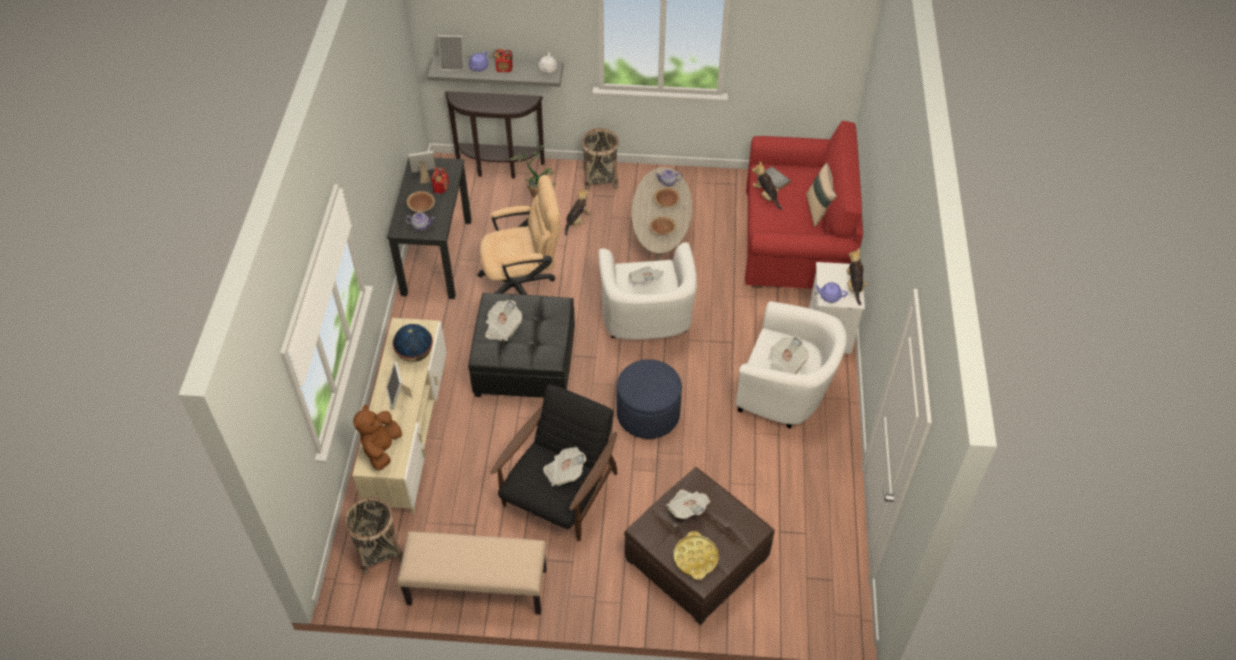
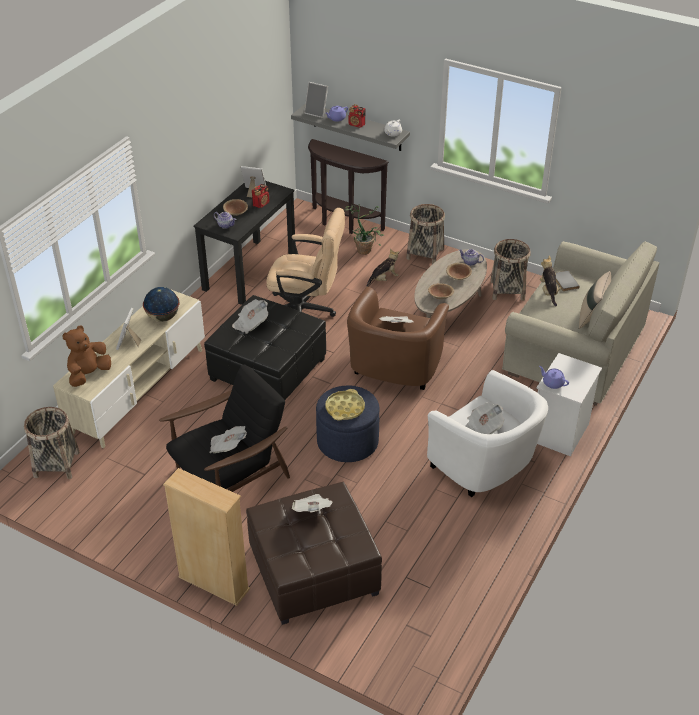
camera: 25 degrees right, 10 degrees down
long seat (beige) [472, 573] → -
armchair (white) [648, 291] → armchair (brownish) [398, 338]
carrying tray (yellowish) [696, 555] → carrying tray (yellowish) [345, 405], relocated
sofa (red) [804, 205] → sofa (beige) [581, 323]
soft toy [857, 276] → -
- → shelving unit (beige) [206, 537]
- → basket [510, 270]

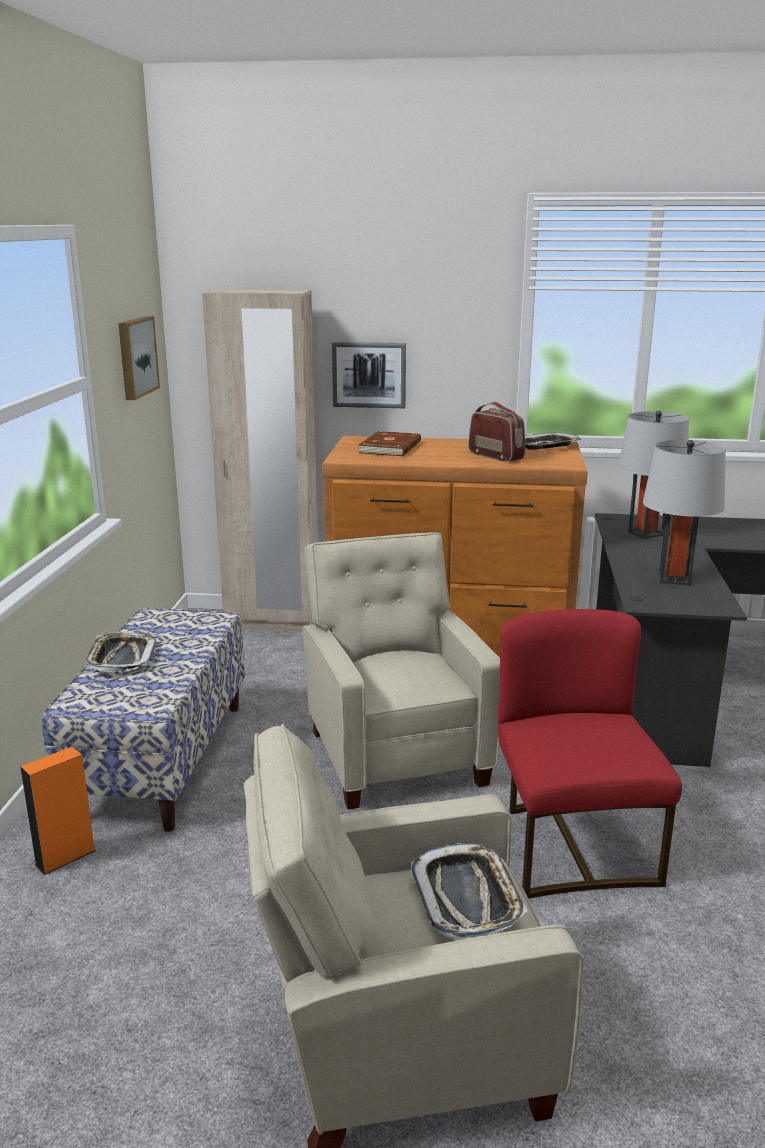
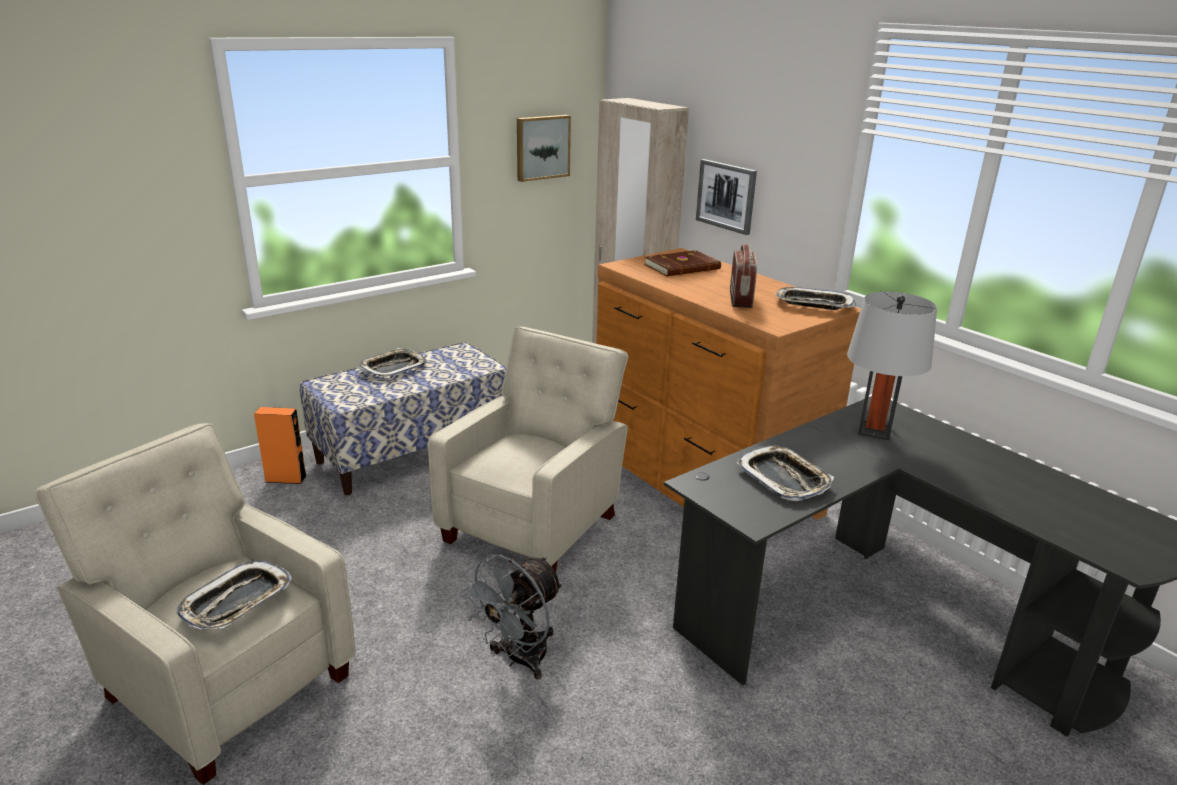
camera: 45 degrees right, 5 degrees up
chair (red) [590, 754] → electric fan (greyish) [511, 617]
tabletop lamp (greyish) [684, 512] → carrying tray [785, 473]

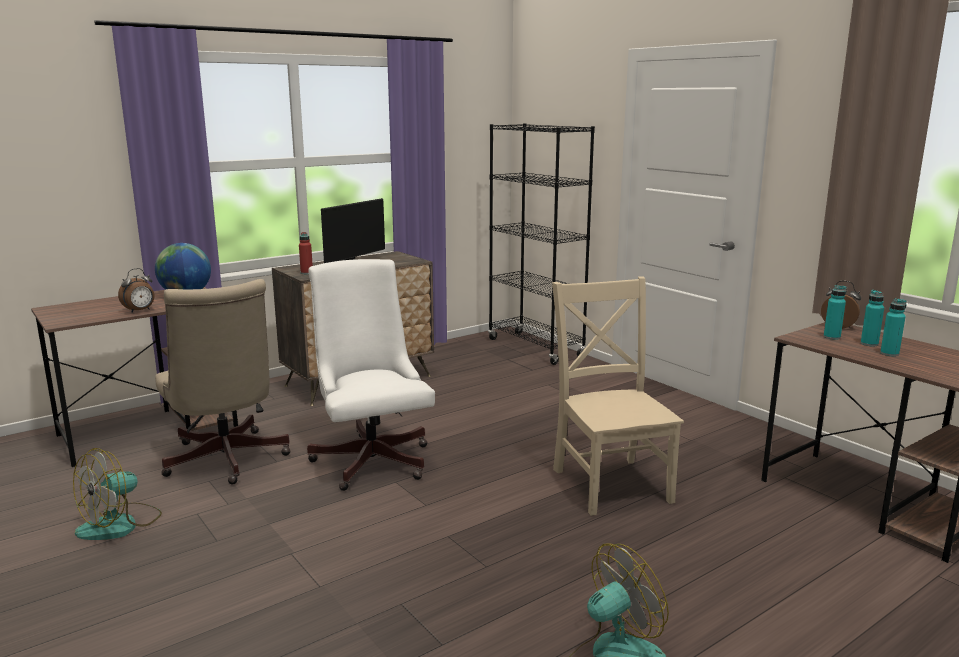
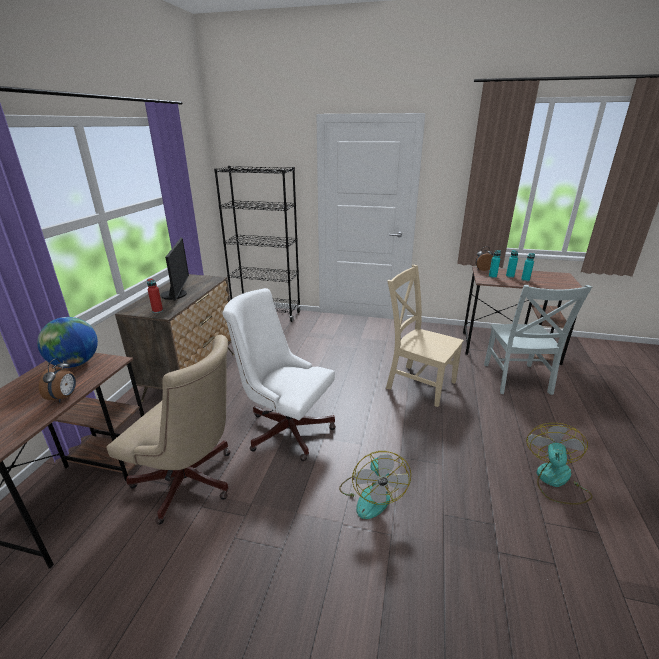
camera: 40 degrees left, 10 degrees up
electric fan [117, 494] → electric fan [375, 485], relocated
- → chair (greyish) [538, 340]

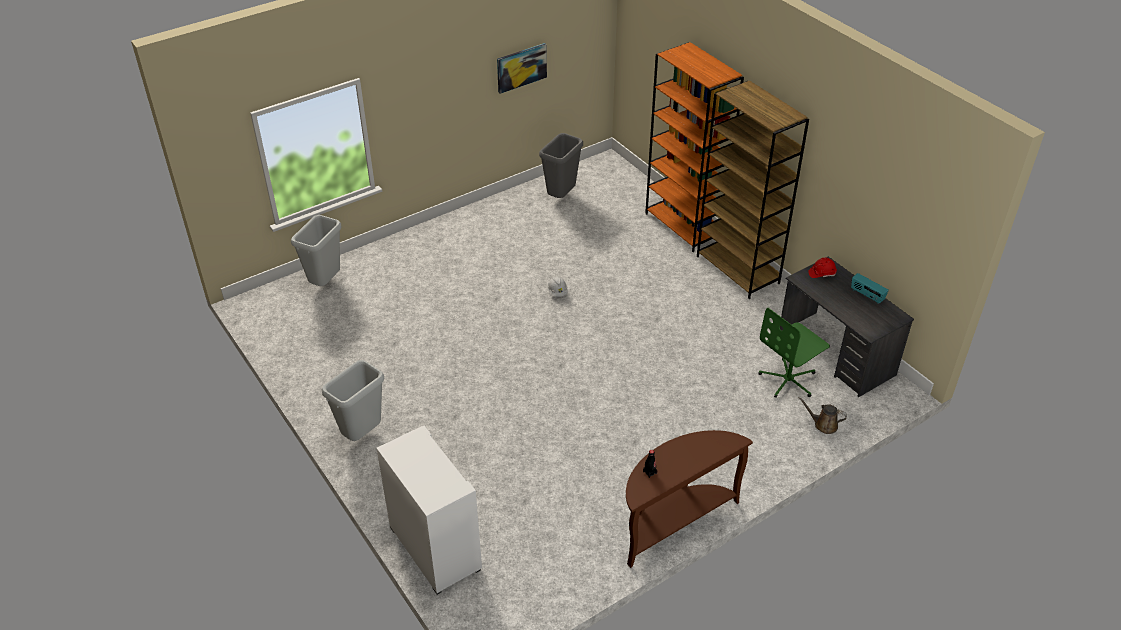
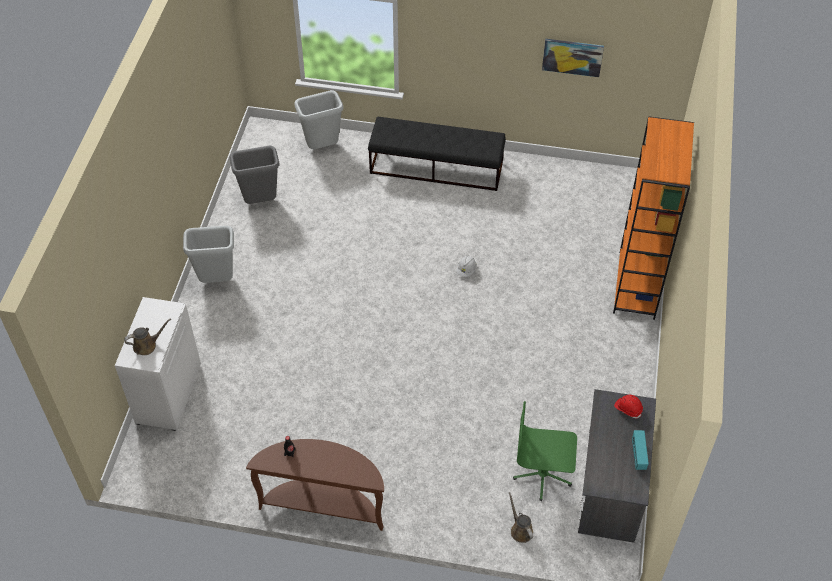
camera: 45 degrees right, 10 degrees up
trash can (greyish) [561, 165] → trash can (greyish) [254, 175], relocated
shelving unit (brownish) [753, 190] → -
- → watering pot (brownish) [147, 336]
- → long seat (blackish) [437, 154]

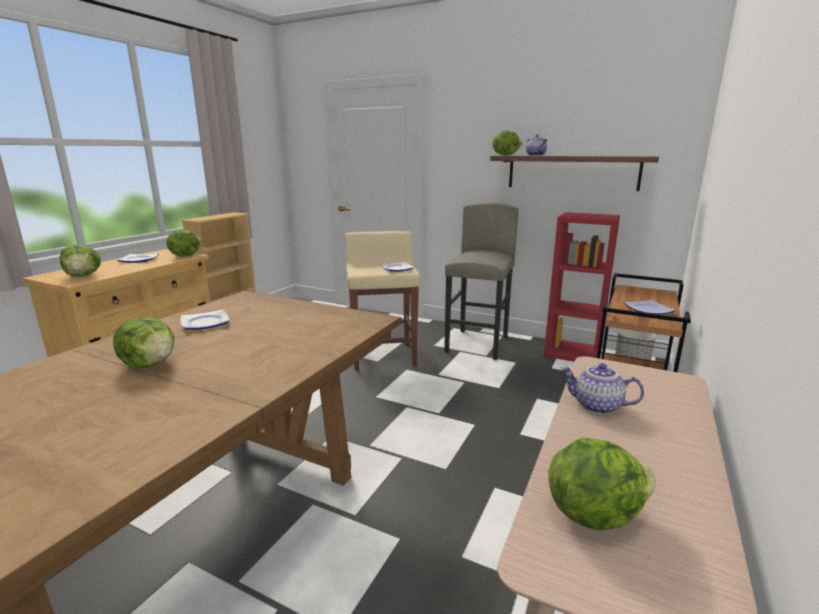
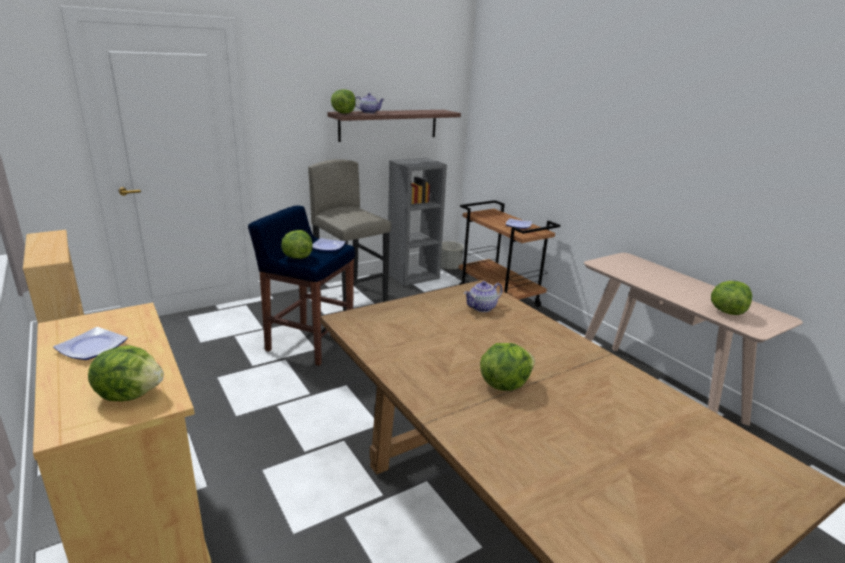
camera: 60 degrees left, 5 degrees up
lettuce head [184, 243] → lettuce head [297, 244], relocated
flat dish [205, 319] → -
sitting stool (beige) [382, 300] → sitting stool (blue-coloured) [301, 286]
shelving unit (red) [582, 287] → shelving unit (greyish) [417, 222]
pot for tea [602, 388] → pot for tea [483, 296], relocated

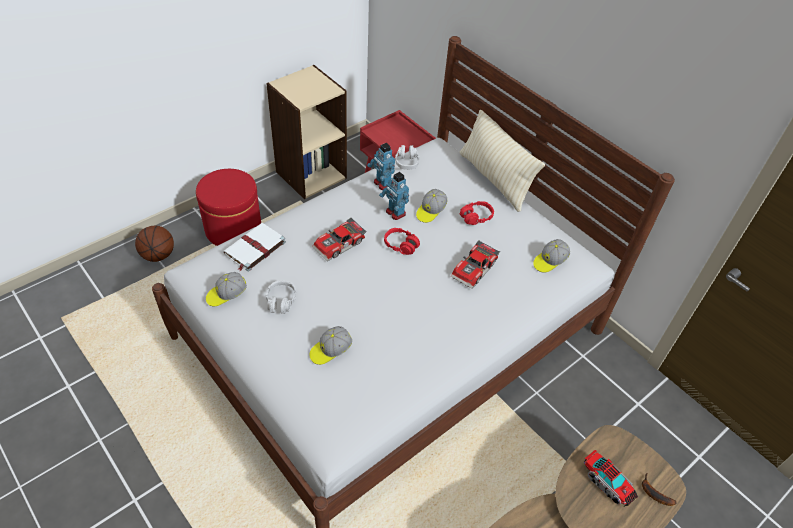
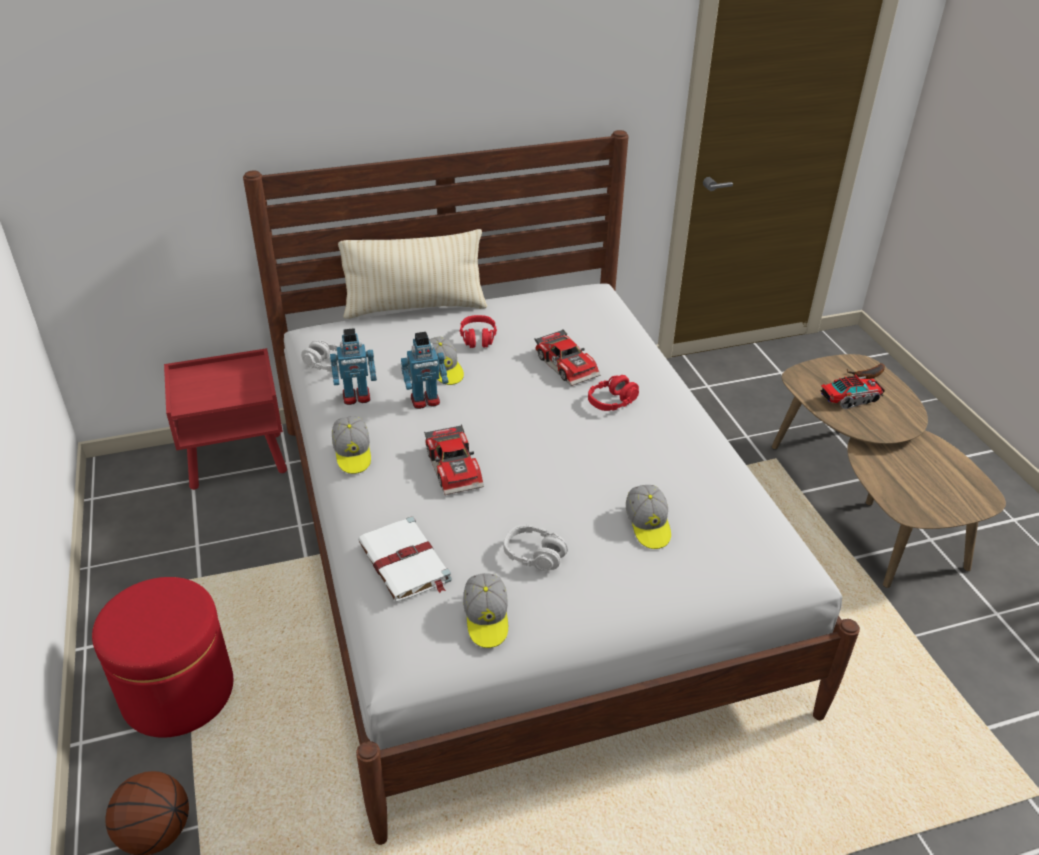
camera: 65 degrees left, 10 degrees down
shelving unit (beige) [306, 132] → -
headset (red) [402, 241] → headset (red) [613, 393], relocated
cap [551, 255] → cap [351, 445], relocated

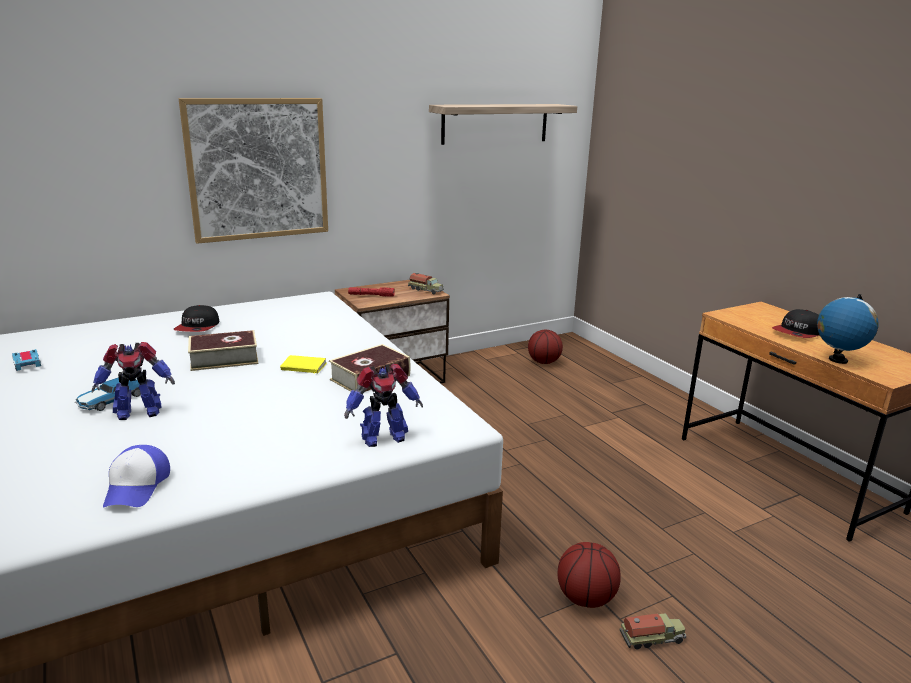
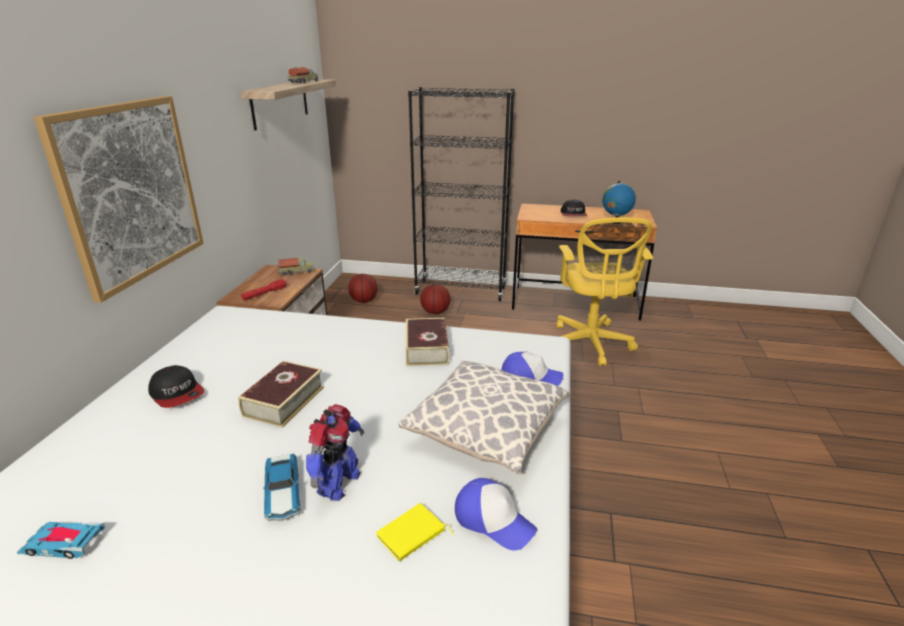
camera: 50 degrees left, 5 degrees up
volume (yellowish) [303, 364] → volume (yellowish) [415, 532], relocated
robot figure [383, 405] → cap [532, 368]
basketball [589, 575] → basketball [435, 299], relocated
toy lorry [653, 631] → toy lorry [303, 75], relocated
- → pillow [484, 417]
- → shelving unit (blackish) [461, 194]
- → desk chair (yellowish) [604, 291]

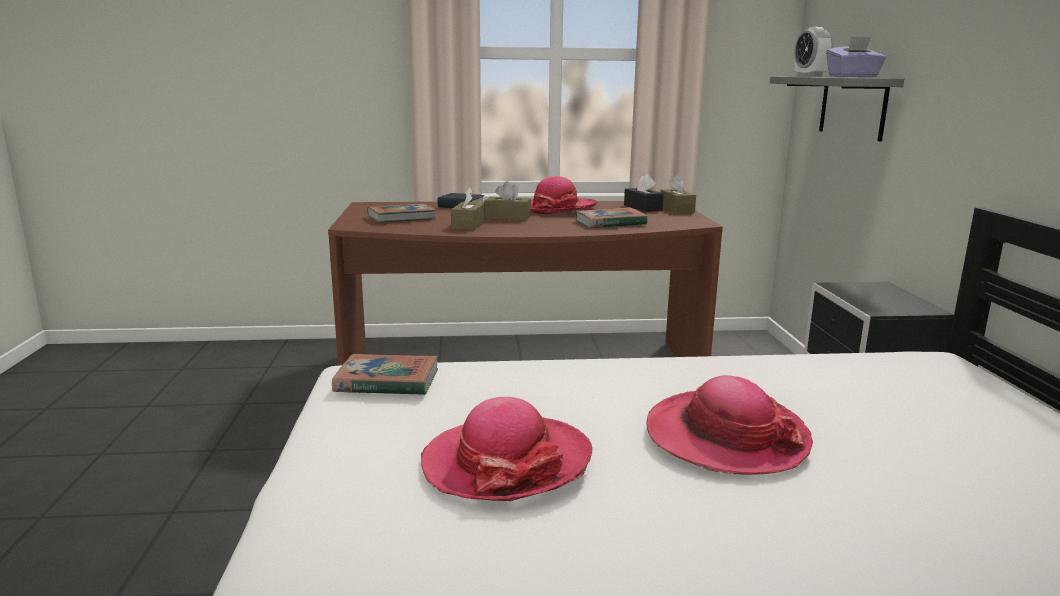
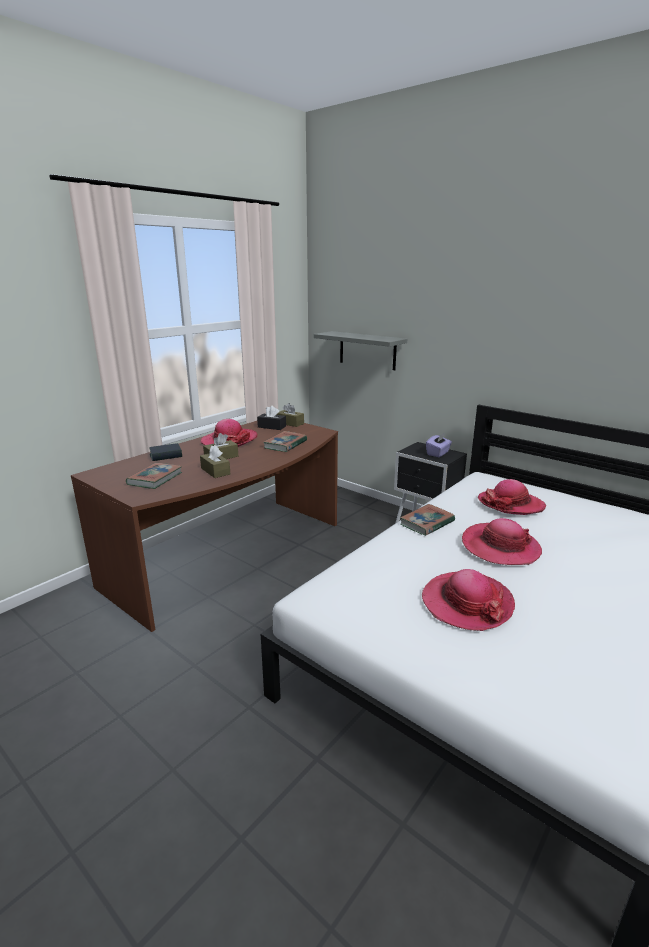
camera: 45 degrees left, 5 degrees up
volume [385, 374] → volume [427, 520], relocated
table clock [813, 52] → -
tissue box (purple) [856, 56] → tissue box (purple) [439, 445], relocated
- → hat [512, 497]

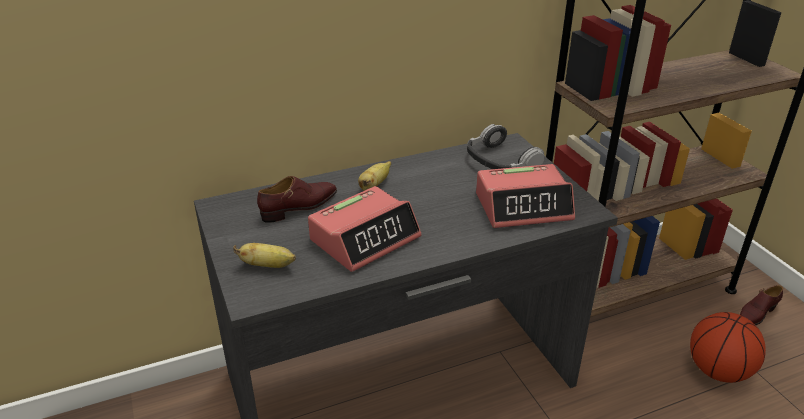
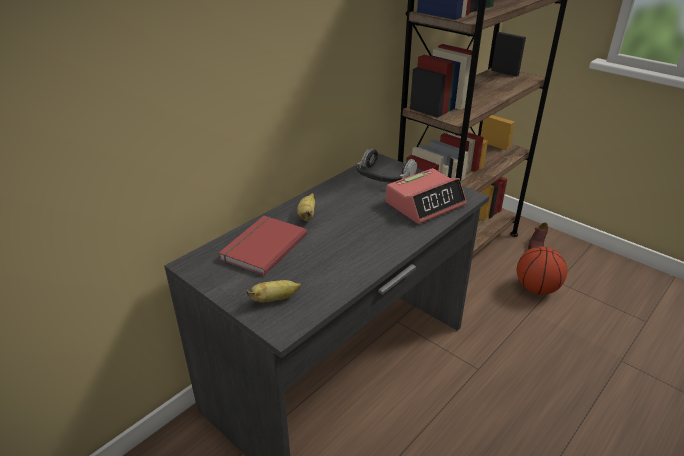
camera: 25 degrees left, 0 degrees up
shoe (brownish) [297, 199] → volume (red) [263, 246]
table clock [365, 229] → -

